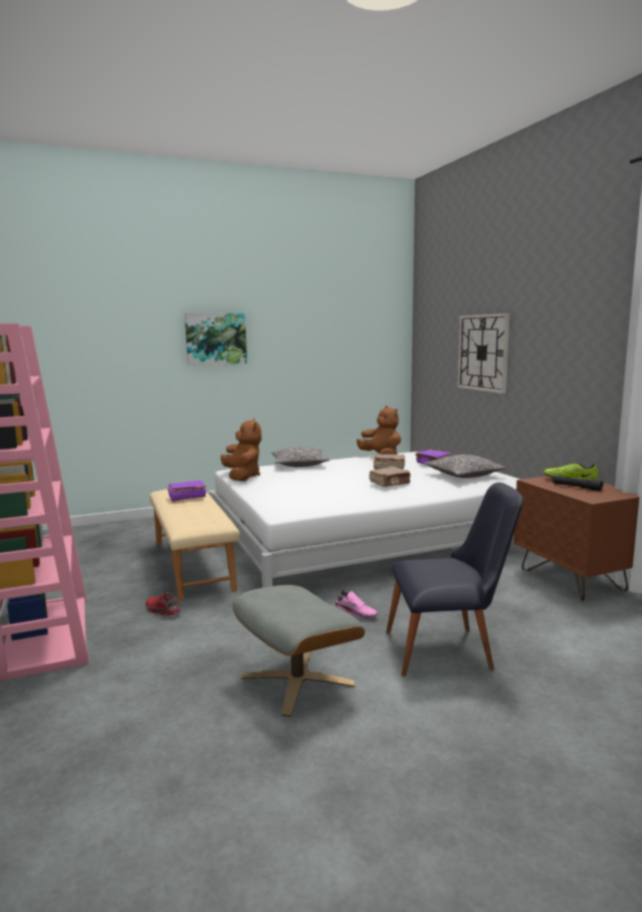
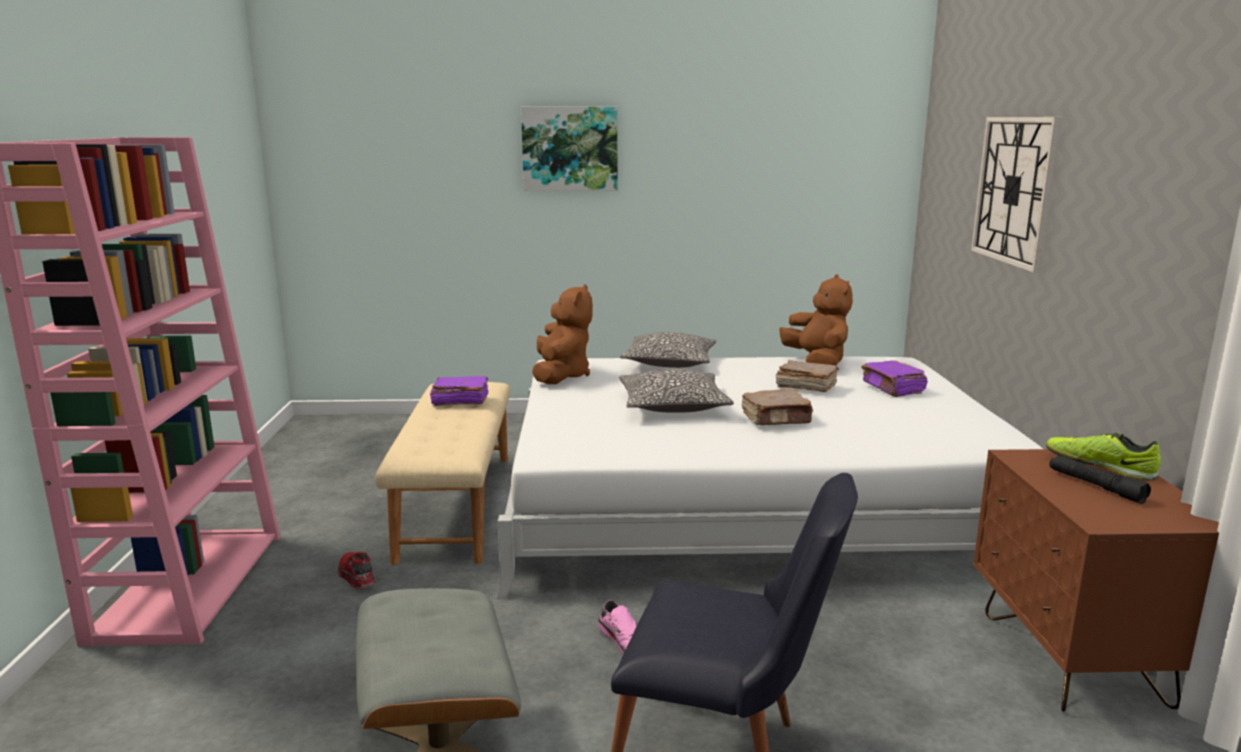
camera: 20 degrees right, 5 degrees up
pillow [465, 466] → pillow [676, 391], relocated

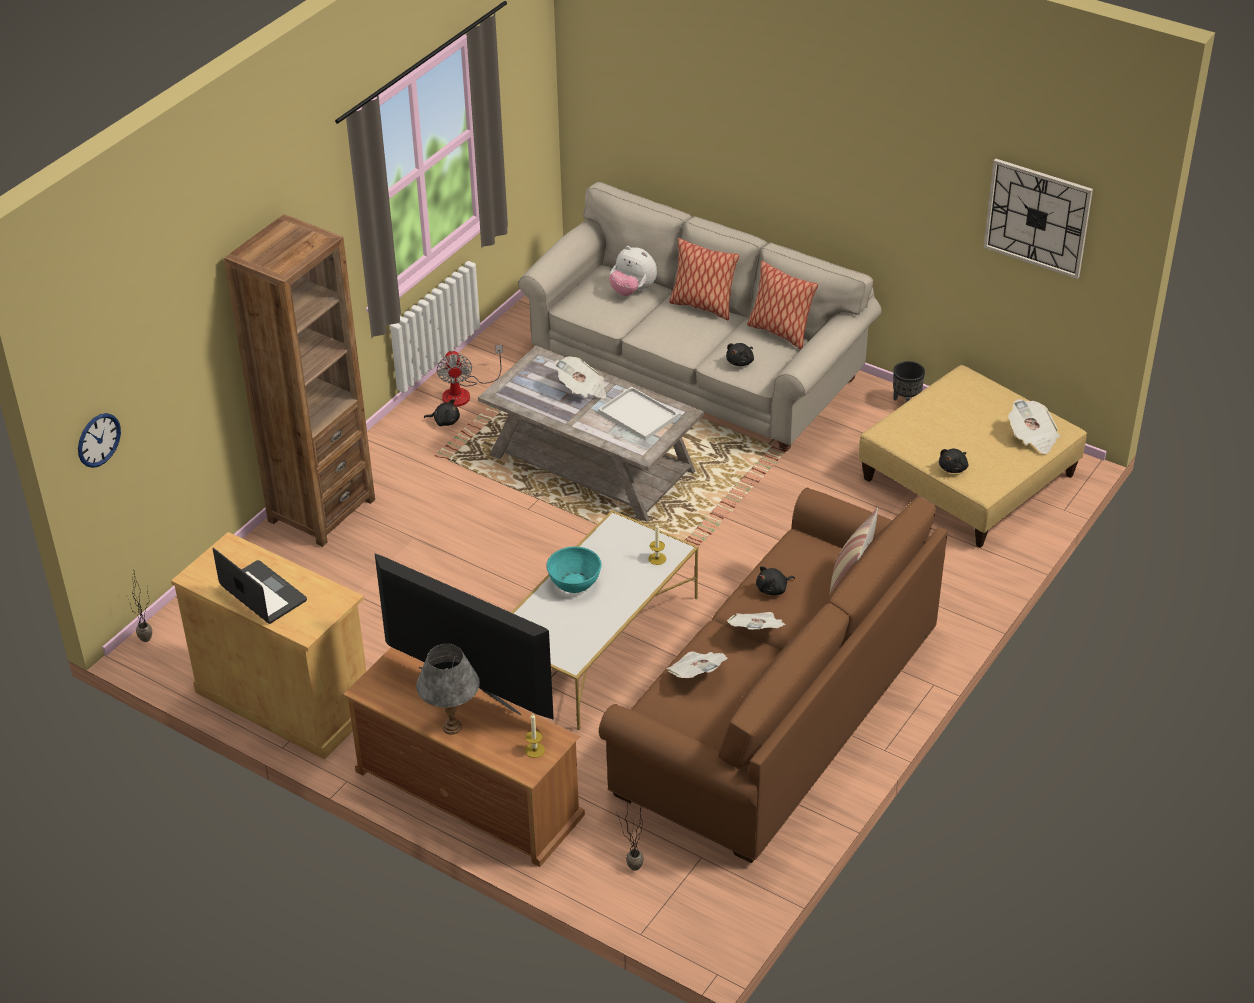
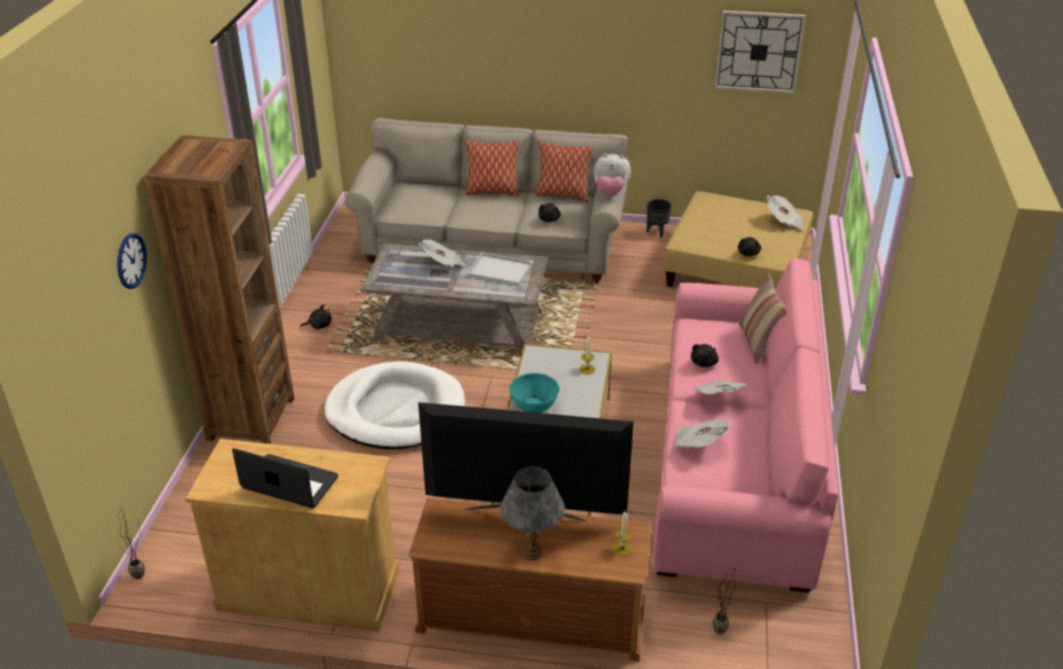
camera: 25 degrees left, 5 degrees down
hanging clock [99, 440] → hanging clock [132, 261], relocated
electric fan [469, 375] → -
sofa (brownish) [773, 675] → sofa (pink) [745, 425]
soft toy [633, 271] → soft toy [612, 174], relocated
- → dog bed (white) [394, 405]

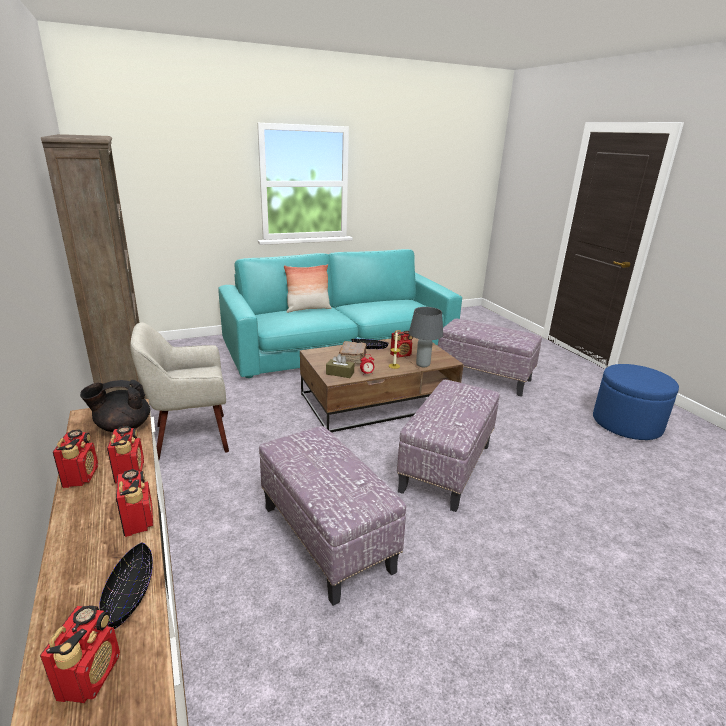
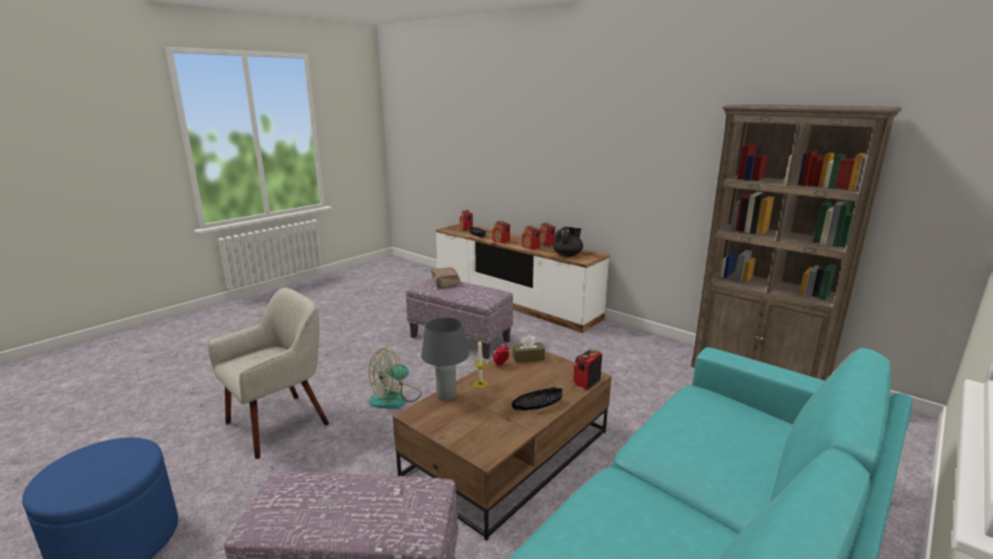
camera: 155 degrees right, 5 degrees down
armchair (beige) [179, 391] → armchair (beige) [268, 373], relocated
pillow [308, 288] → -
volume (brownish) [352, 352] → volume (brownish) [445, 277], relocated
radio receiver [401, 344] → radio receiver [587, 369], relocated
ottoman [448, 446] → electric fan [395, 378]

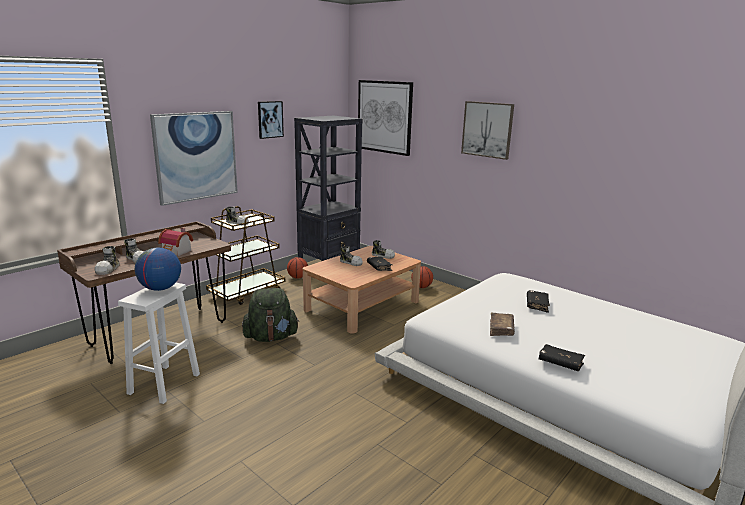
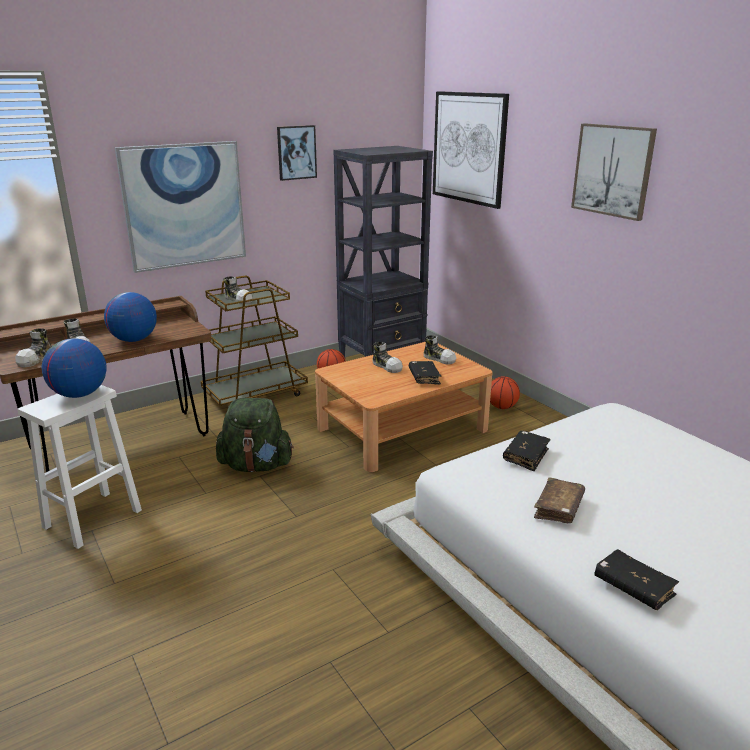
camera: 15 degrees right, 5 degrees up
model house [175, 242] → world globe [130, 317]
volume (blackish) [538, 301] → volume (blackish) [527, 450], relocated

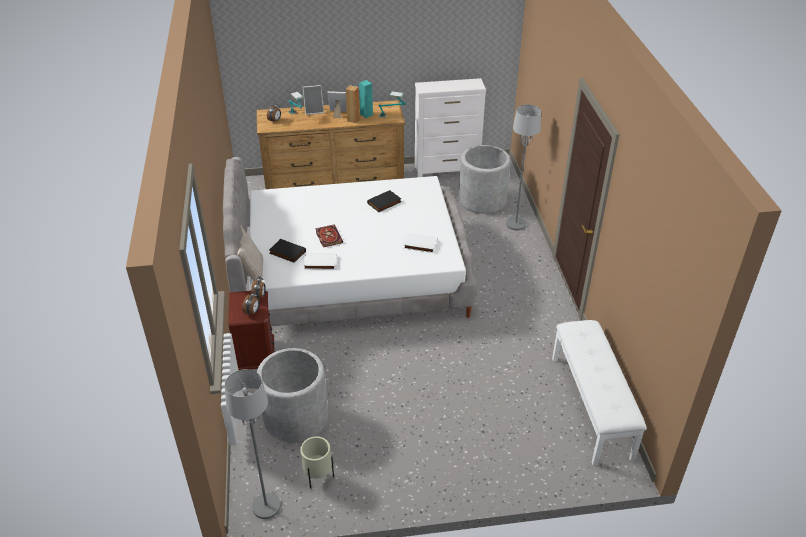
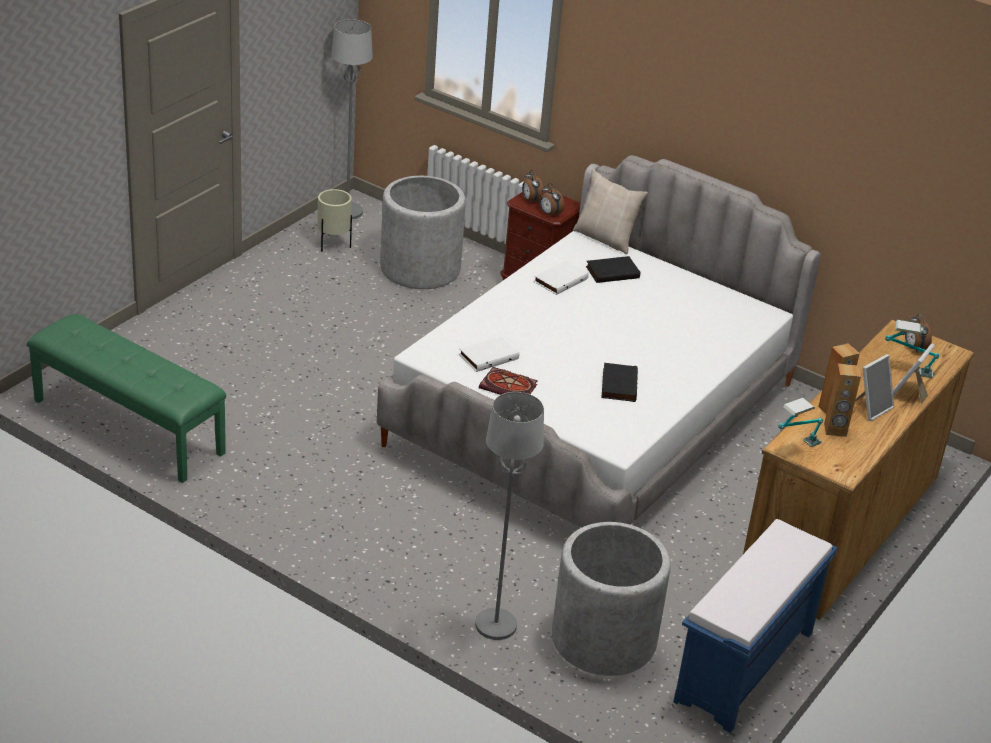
camera: 130 degrees right, 5 degrees down
volume [329, 235] → volume [508, 381], relocated
audio speaker (turquoise-coloured) [366, 99] → audio speaker (brownish) [842, 400]
chest of drawers (white) [450, 127] → long seat (blue-coloured) [755, 626]
long seat (white) [599, 393] → long seat (green-coloured) [126, 398]

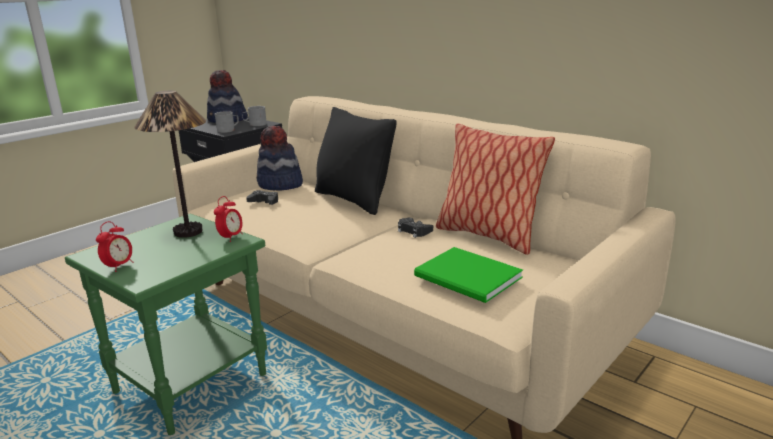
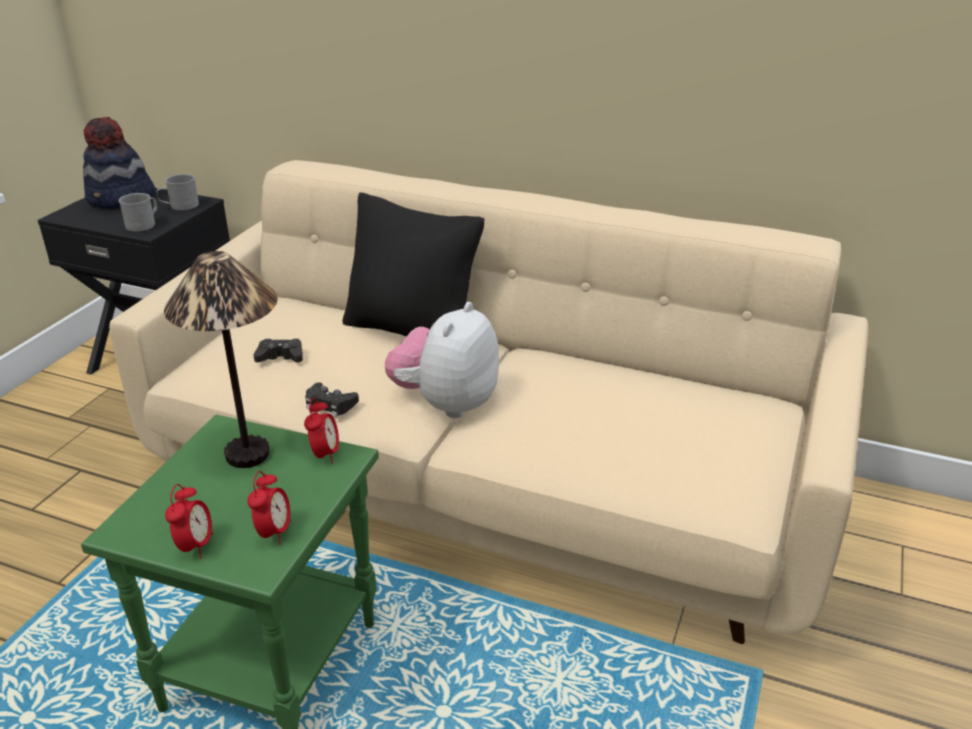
camera: 20 degrees left, 10 degrees up
hat [279, 158] → -
joypad (blackish) [415, 228] → joypad (blackish) [332, 400], relocated
volume (green-coloured) [468, 275] → -
pillow [495, 189] → -
- → table clock [269, 508]
- → soft toy [442, 360]

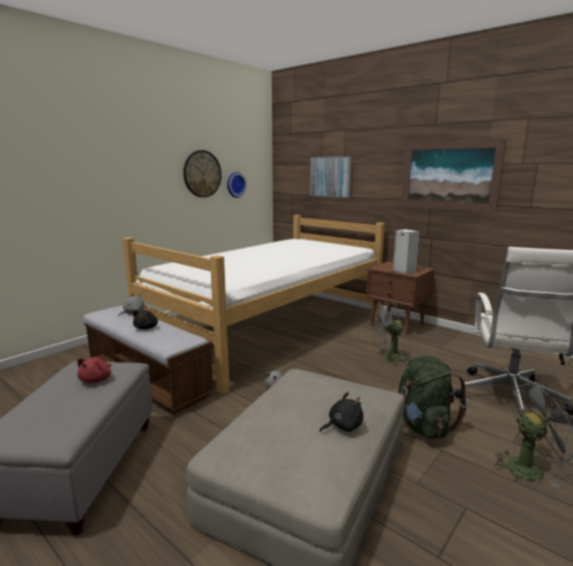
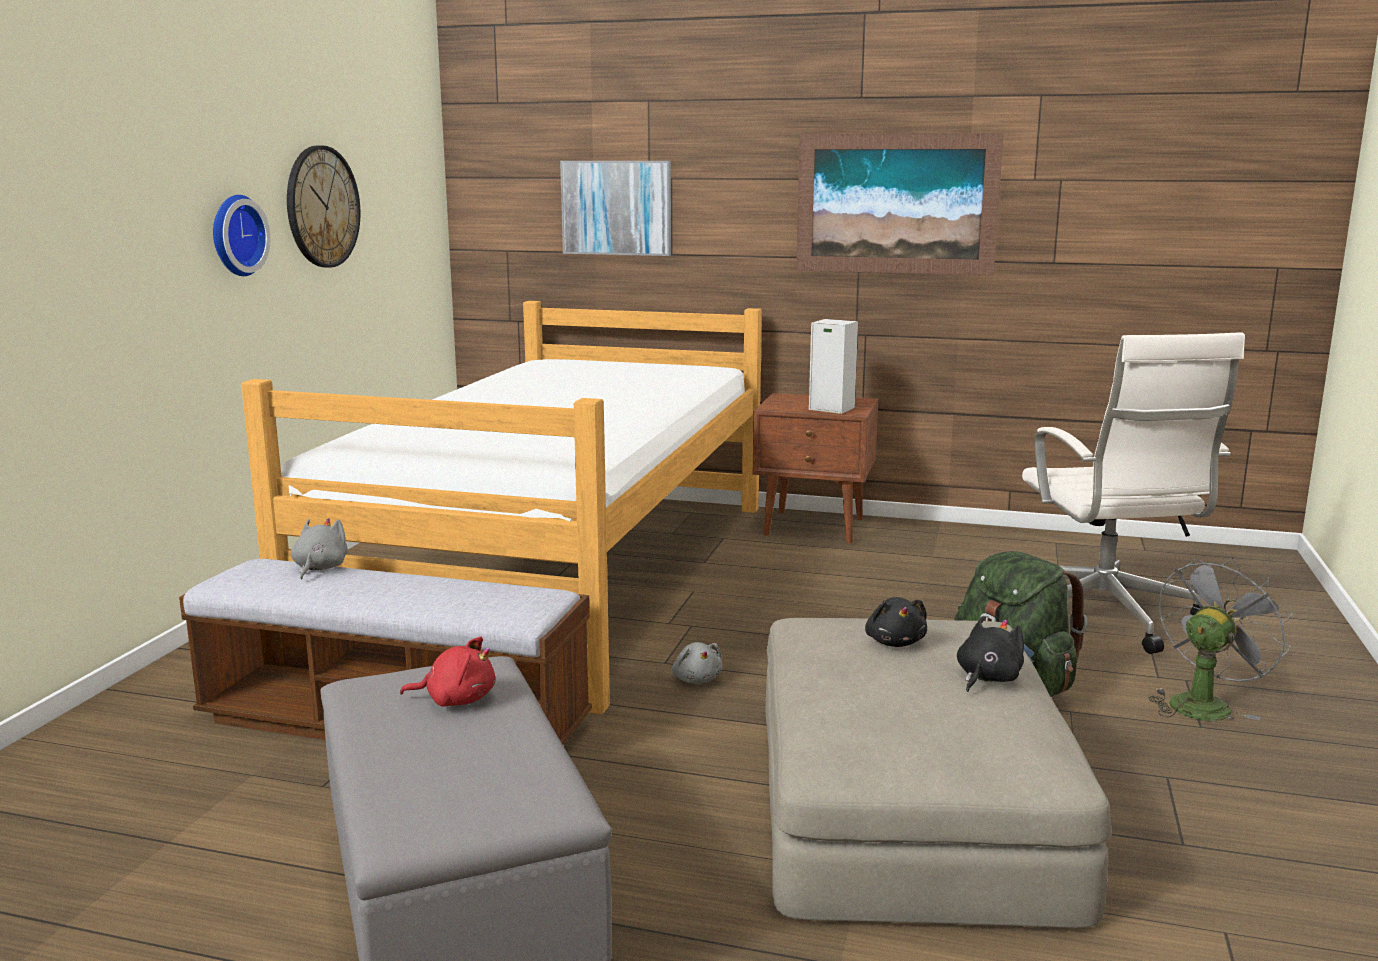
camera: 25 degrees left, 0 degrees up
soft toy (red) [94, 370] → soft toy (red) [447, 671], 75 degrees counterclockwise
soft toy (blackish) [145, 319] → soft toy (blackish) [896, 622], relocated
hanging clock [237, 185] → hanging clock [242, 235], relocated
electric fan (greyish) [392, 334] → -

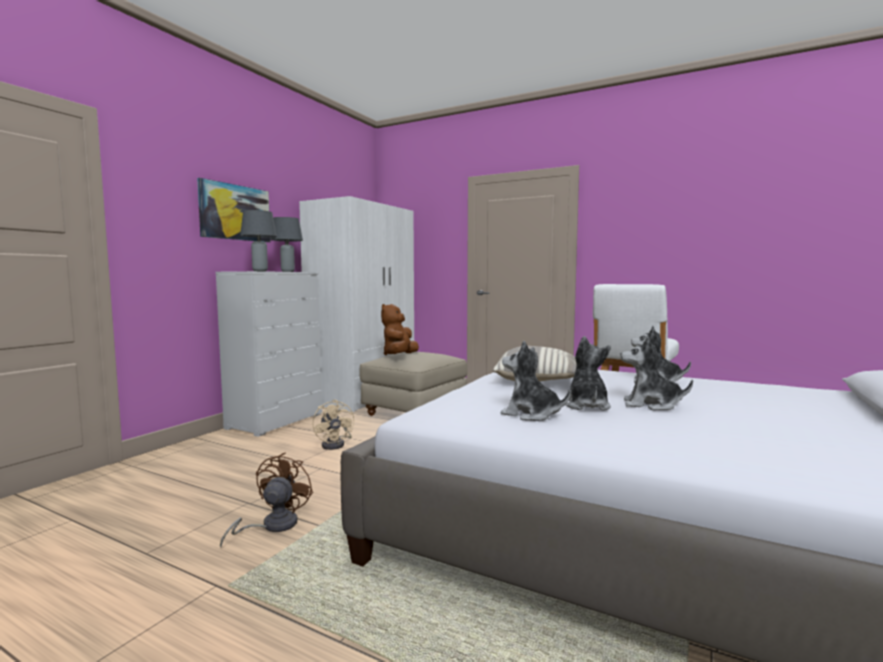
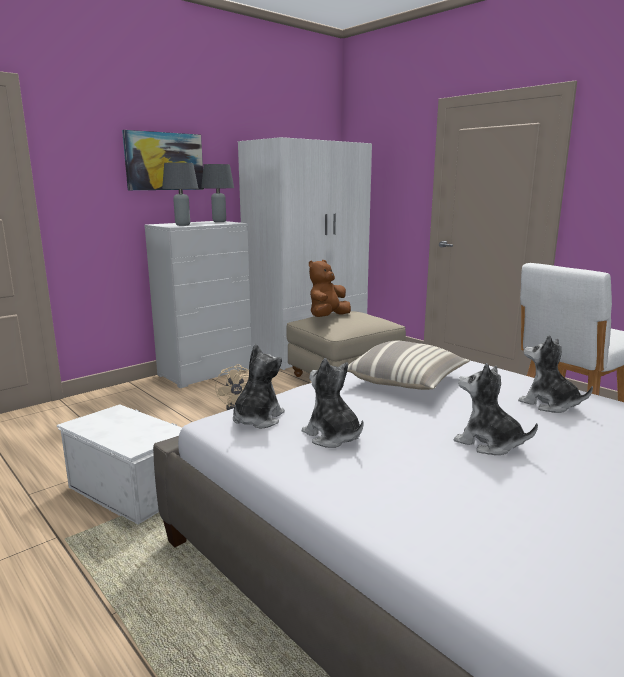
camera: 20 degrees right, 10 degrees up
electric fan (brownish) [266, 500] → storage box (white) [119, 464]
soft toy [588, 373] → soft toy [259, 386], relocated

